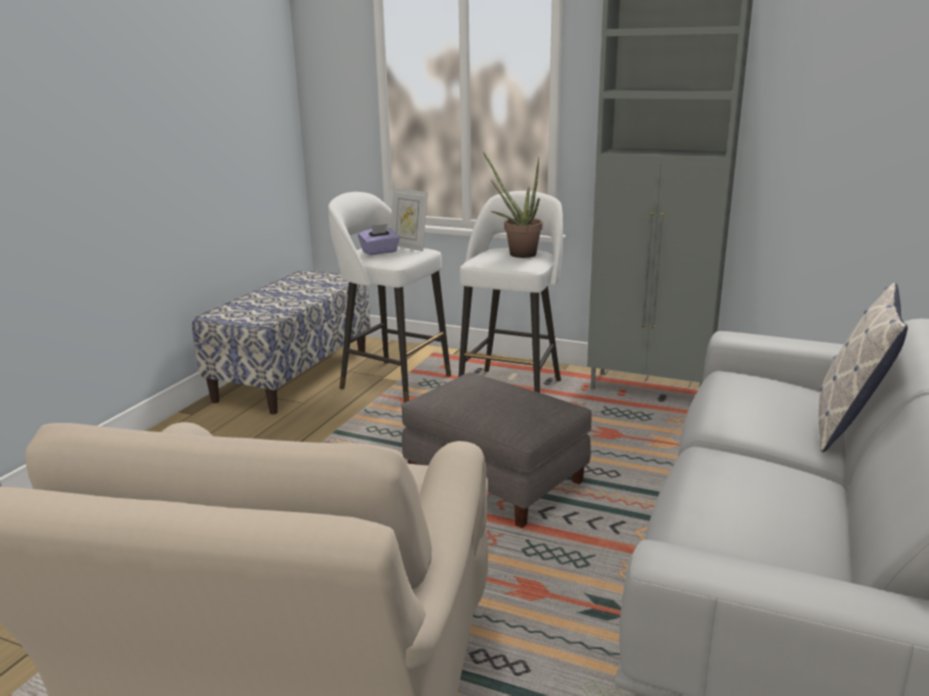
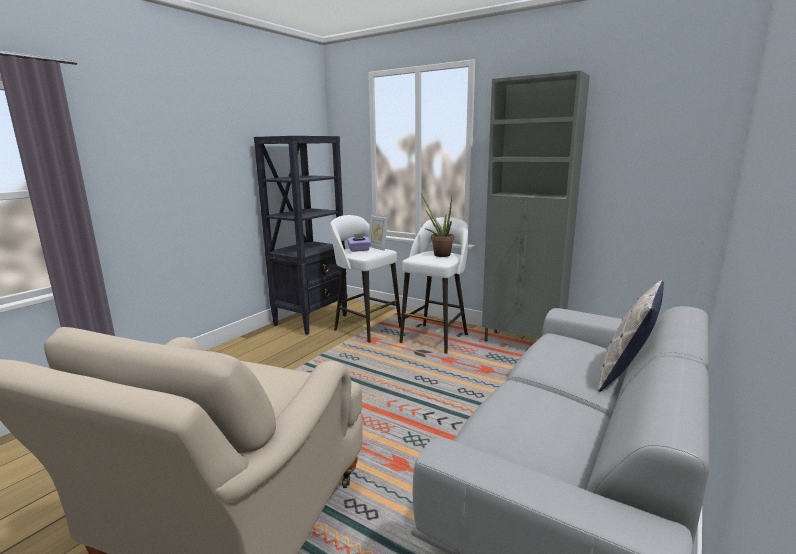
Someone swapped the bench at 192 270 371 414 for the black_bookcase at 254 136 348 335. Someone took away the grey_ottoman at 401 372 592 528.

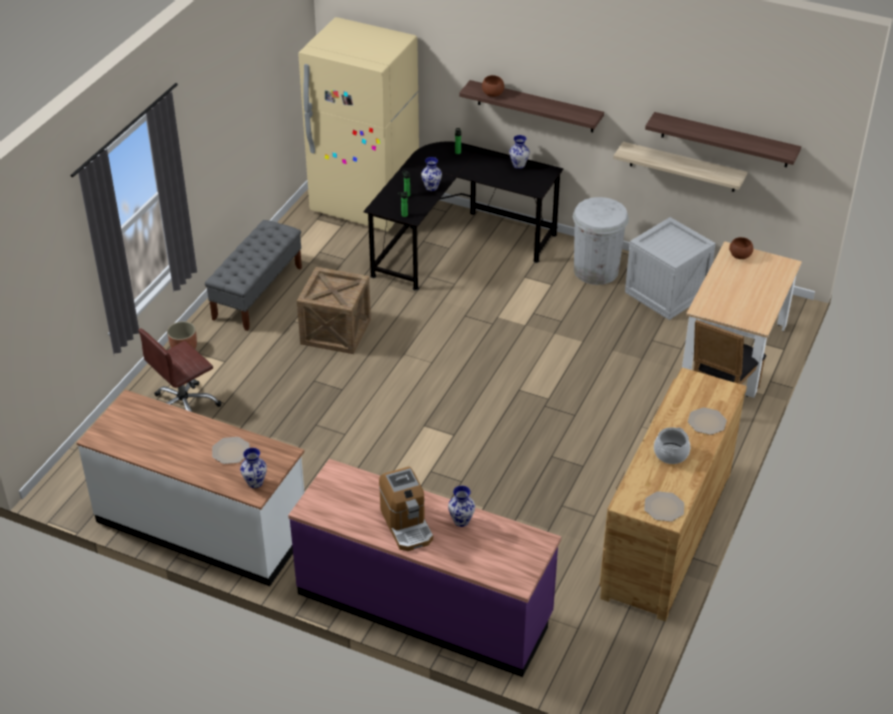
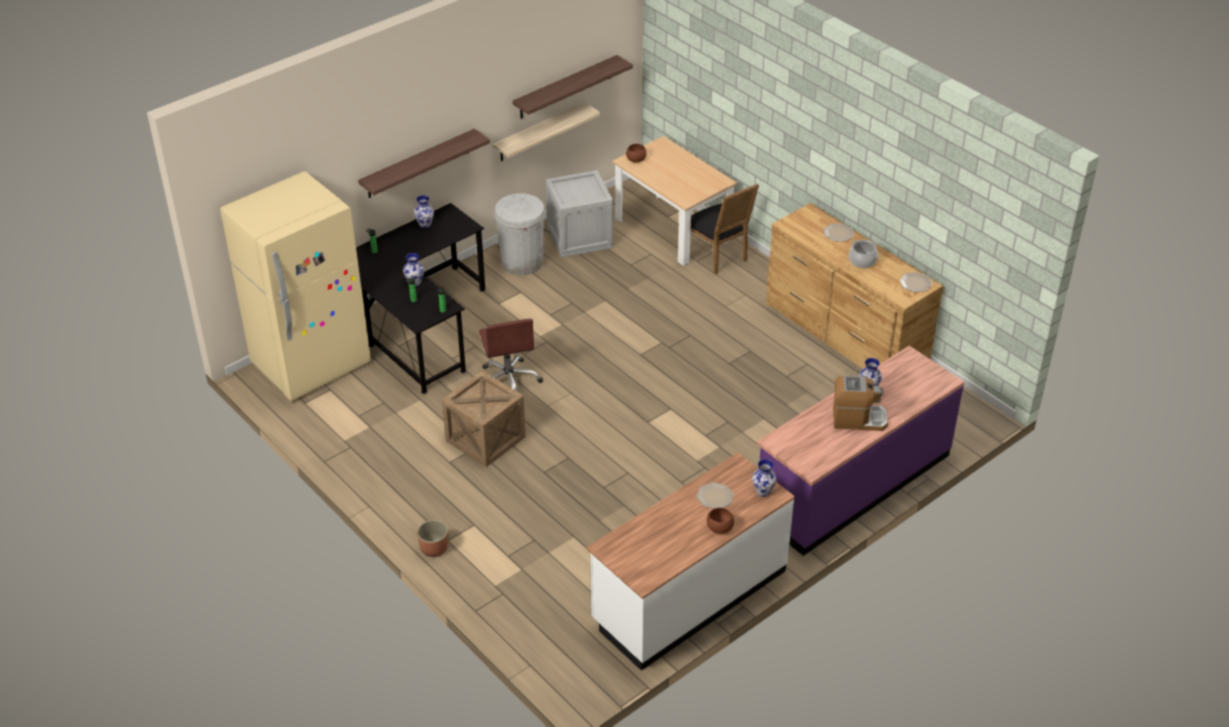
Someone carried the brown_office_chair from 138 328 221 412 to 479 319 543 391. Someone took away the grey_bench at 205 220 302 331. Someone carried the brown_bowl from 482 75 504 97 to 707 508 734 534.

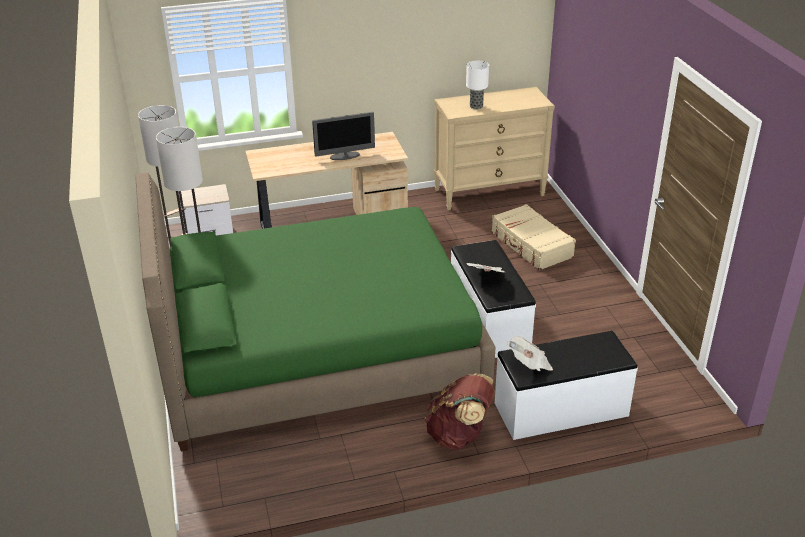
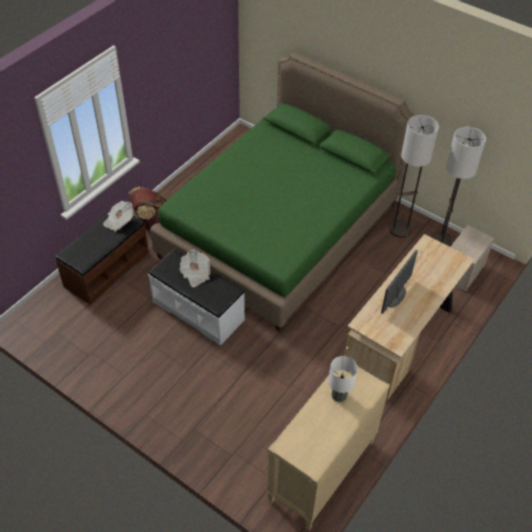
Someone took away the beige_suitcase at 491 204 576 270. Someone repainted the white_bench at 495 331 638 440, which became the brown_bench at 55 213 149 305.

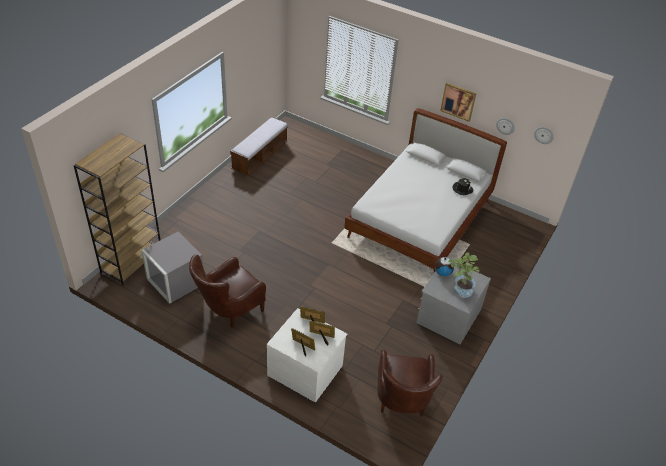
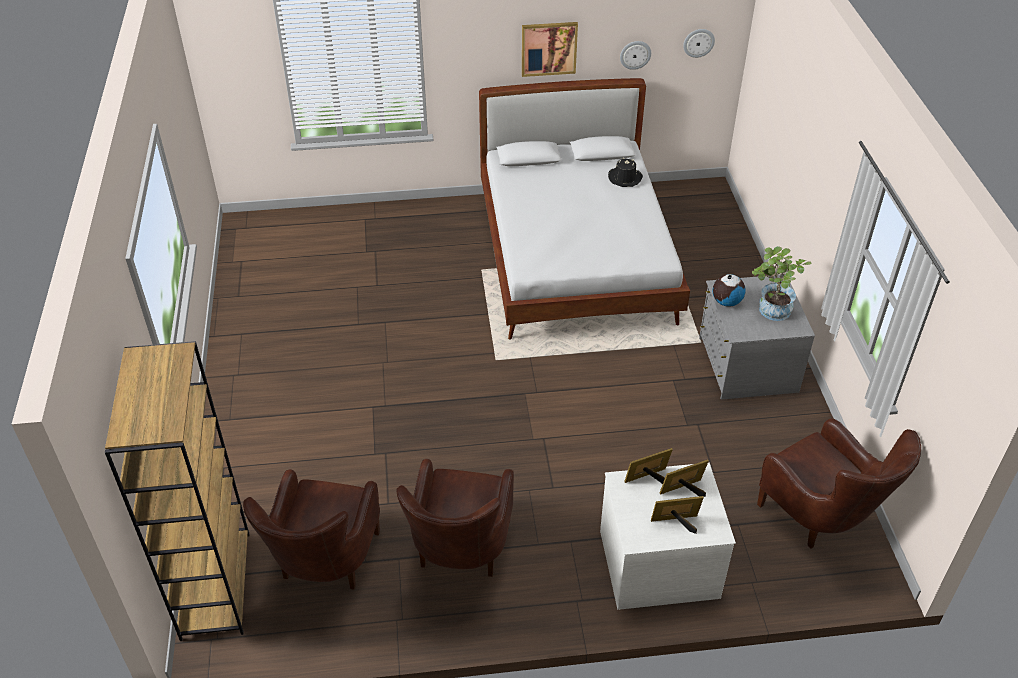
Someone swapped the grey_storage_box at 141 232 203 304 for the brown_armchair at 243 469 380 590. Someone took away the bench at 230 117 288 176.

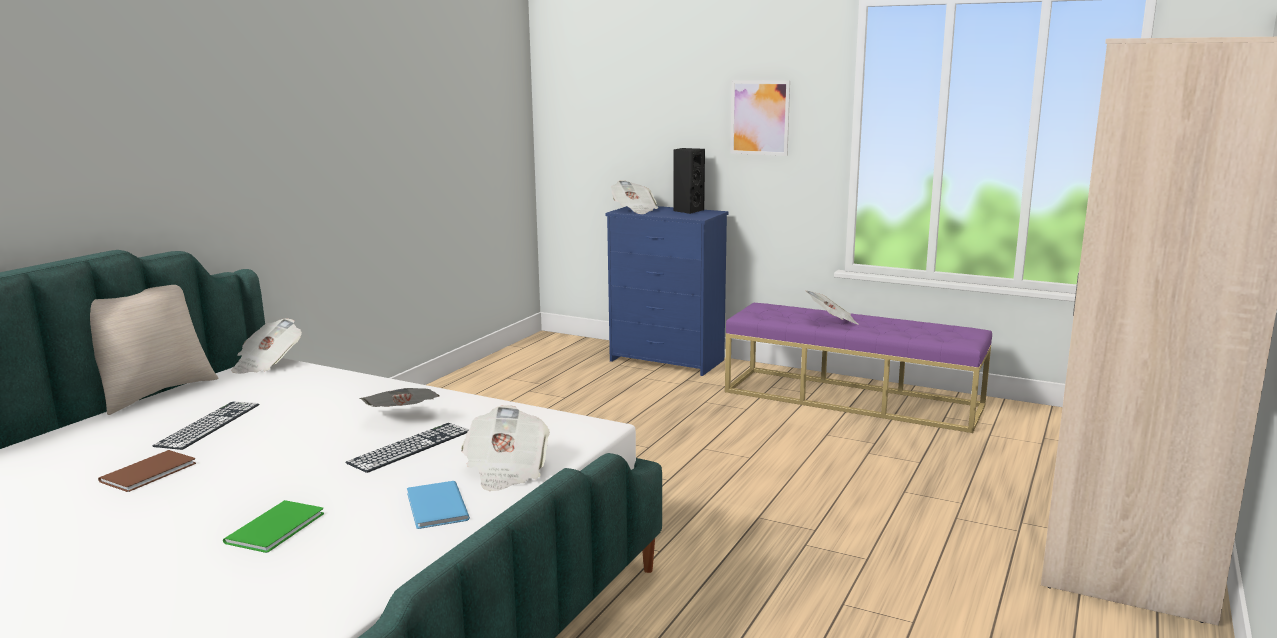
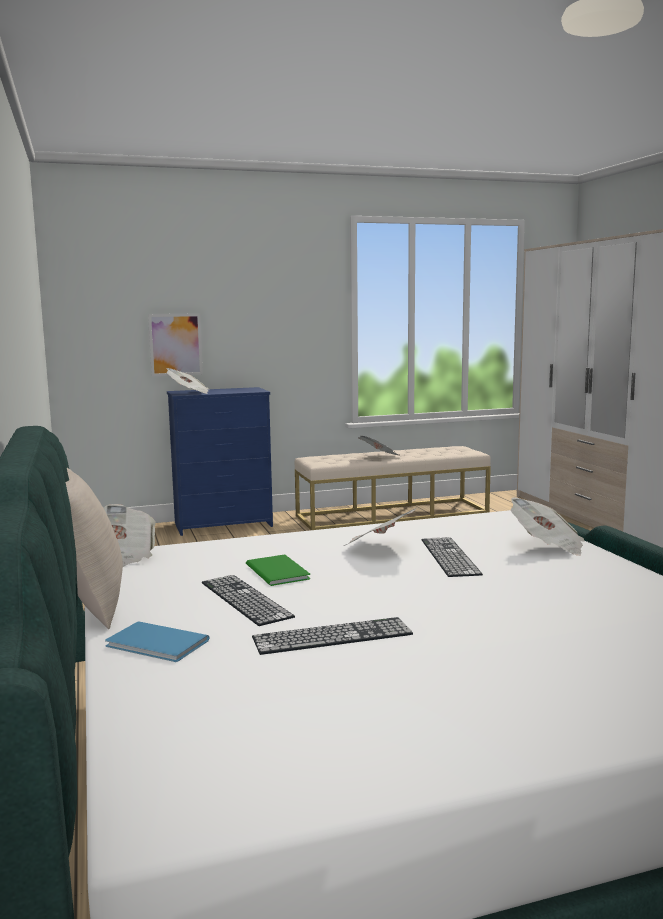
Someone swapped the brown_book at 98 450 196 492 for the keyboard at 252 617 413 655. Someone carried the green_book from 223 500 324 553 to 246 555 310 586. Someone carried the blue_book from 407 481 470 529 to 105 621 210 662. Someone took away the black_speaker at 673 148 705 214. Someone repainted the purple_bench at 725 303 992 433, which became the beige_bench at 295 446 491 530. Someone carried the picture from 730 80 790 156 to 148 313 203 376.

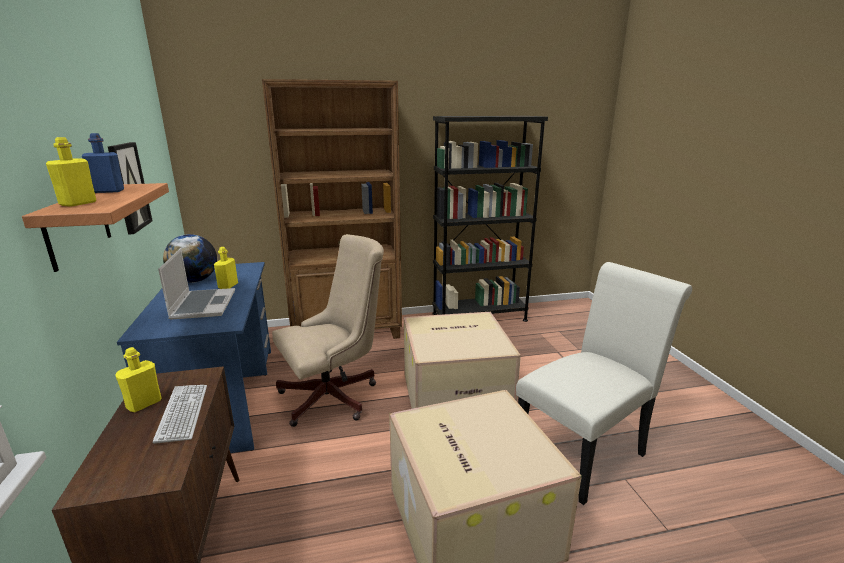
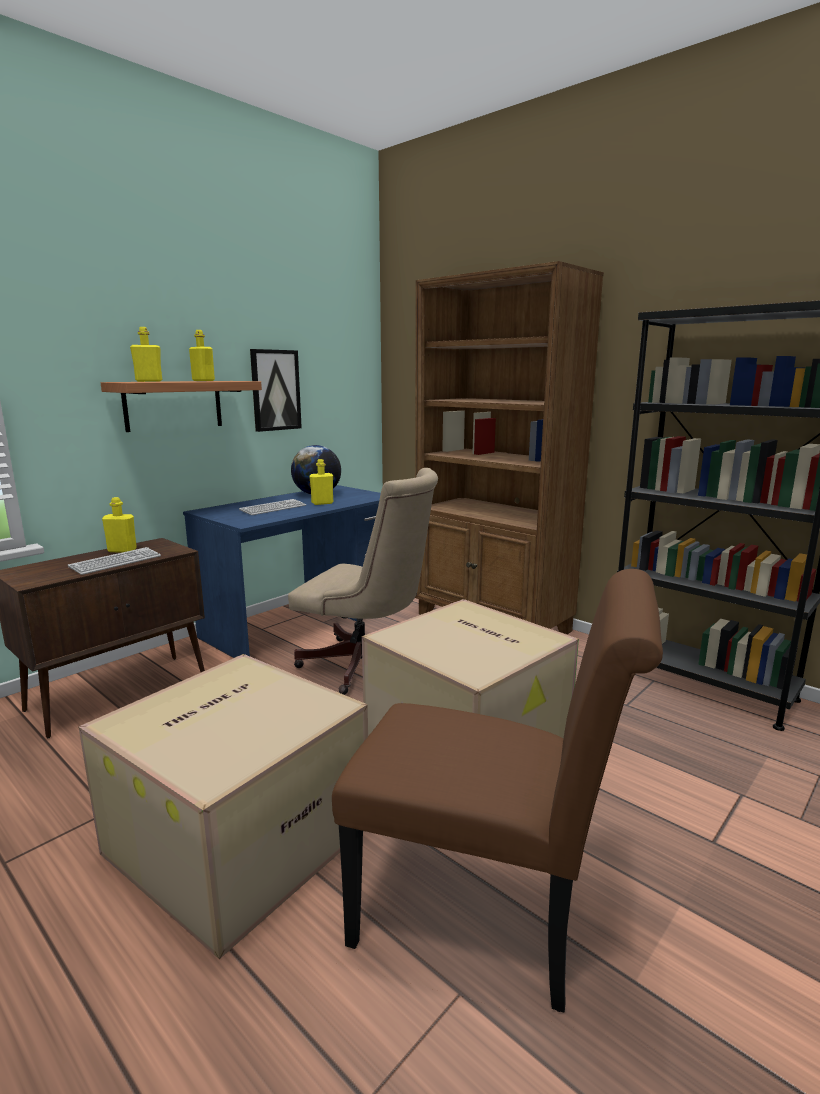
Someone repainted the blue_bottle at 82 133 124 193, which became the yellow_bottle at 189 330 215 381. Someone swapped the laptop at 158 249 235 320 for the keyboard at 239 499 306 515. Someone repainted the white_chair at 516 262 692 505, which became the brown_chair at 332 569 663 1012.

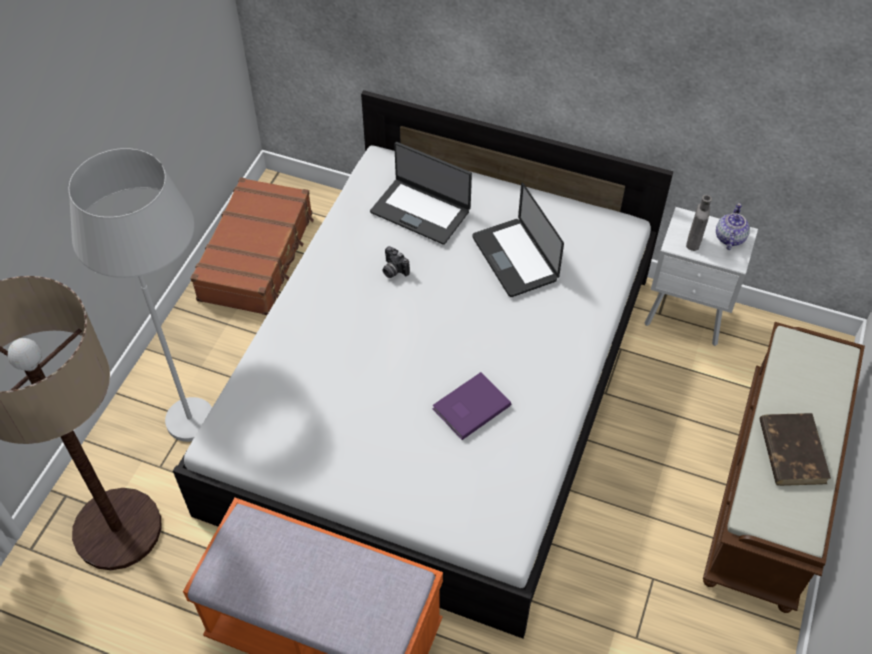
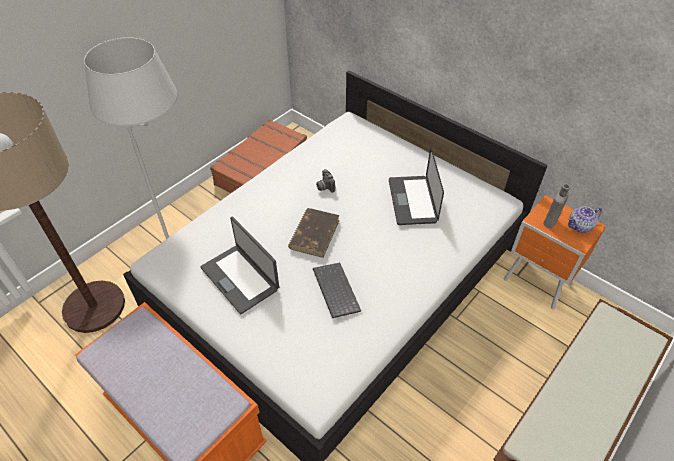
Someone carried the laptop from 370 142 472 245 to 200 216 279 314. Someone swapped the purple_book at 432 372 511 440 for the keyboard at 313 263 361 318. Someone repainted the white_nightstand at 645 207 758 346, which became the orange_nightstand at 504 195 606 309. Someone rotated the teapot at 716 203 750 250 by 150 degrees counterclockwise. Someone carried the brown_book from 759 413 831 486 to 288 208 340 258.

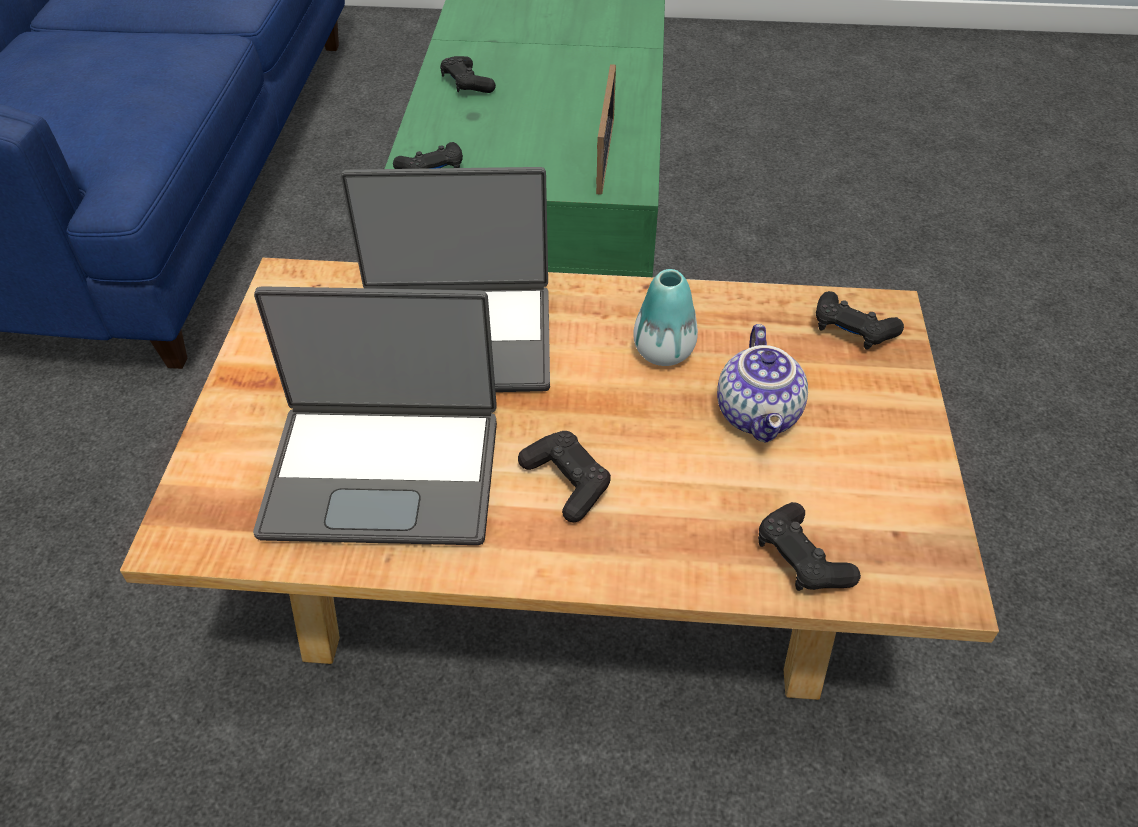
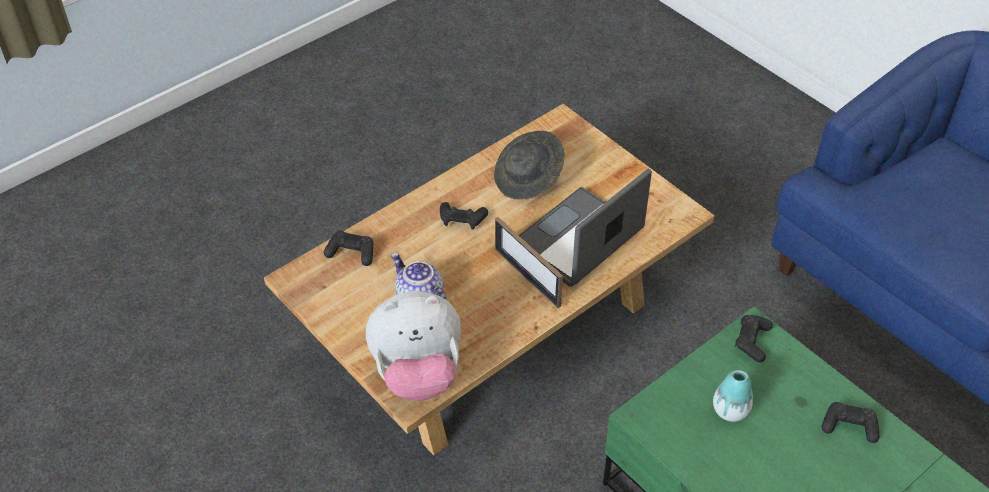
Someone swapped the laptop at 253 286 497 545 for the grey_hat at 494 131 565 200. Someone carried the picture_frame from 596 64 616 195 to 495 217 563 308. Someone carried the vase from 633 269 698 366 to 713 370 753 422. Someone swapped the black_game_controller at 816 291 904 350 for the plush_toy at 366 291 461 401.

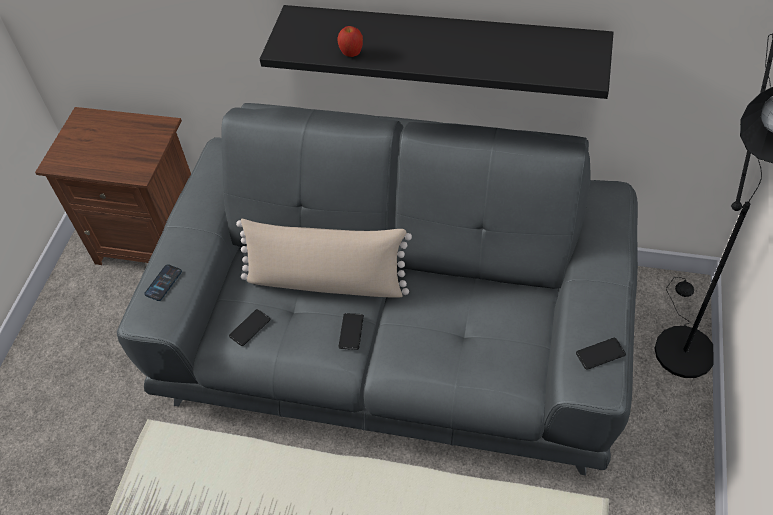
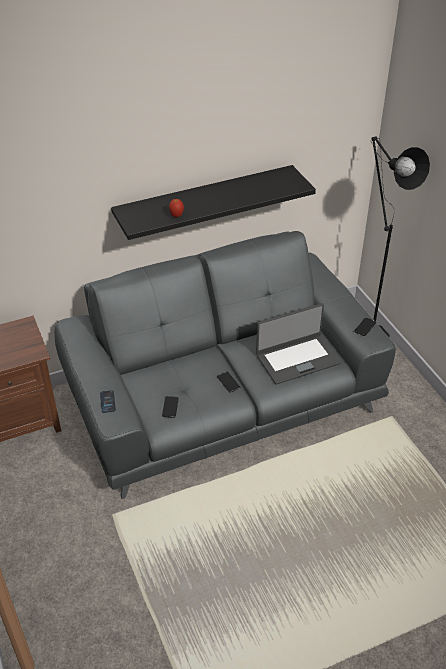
Someone took away the beige_pillow at 236 219 412 298. Someone put down the laptop at 256 303 341 385.

